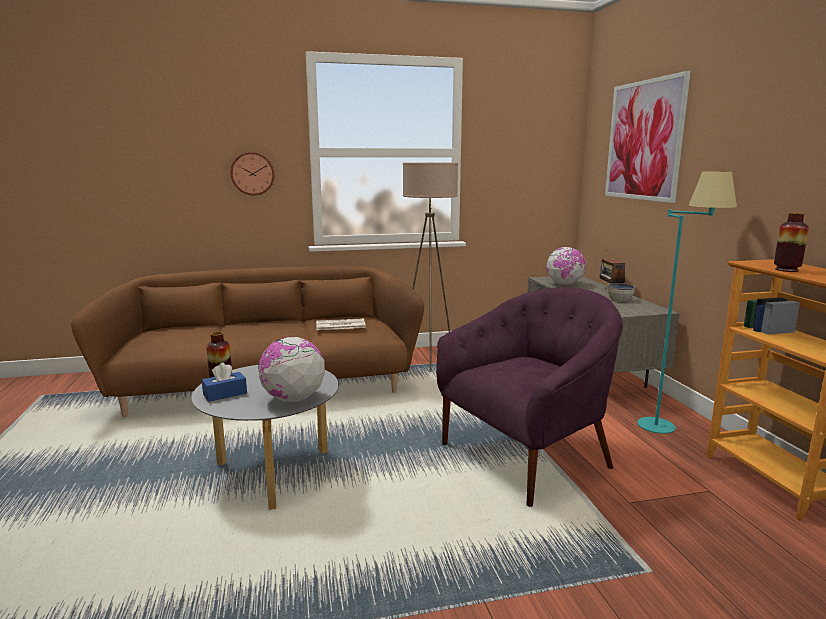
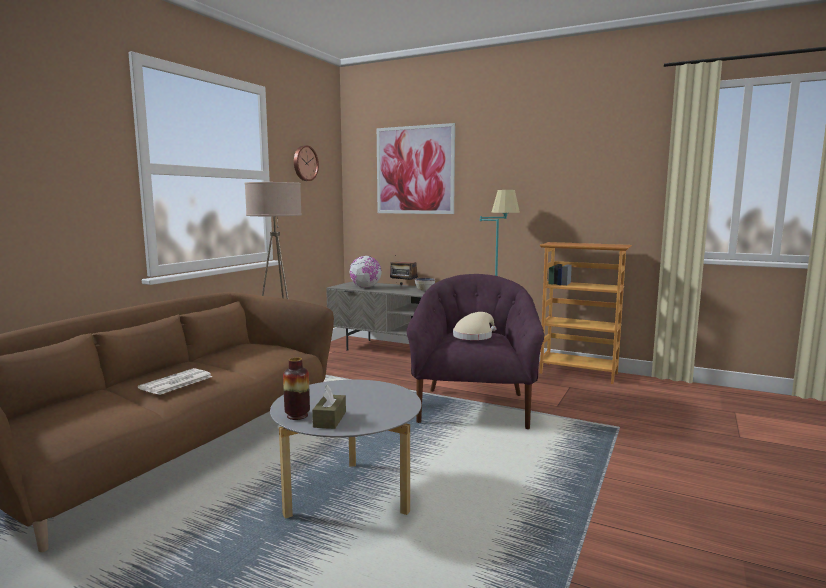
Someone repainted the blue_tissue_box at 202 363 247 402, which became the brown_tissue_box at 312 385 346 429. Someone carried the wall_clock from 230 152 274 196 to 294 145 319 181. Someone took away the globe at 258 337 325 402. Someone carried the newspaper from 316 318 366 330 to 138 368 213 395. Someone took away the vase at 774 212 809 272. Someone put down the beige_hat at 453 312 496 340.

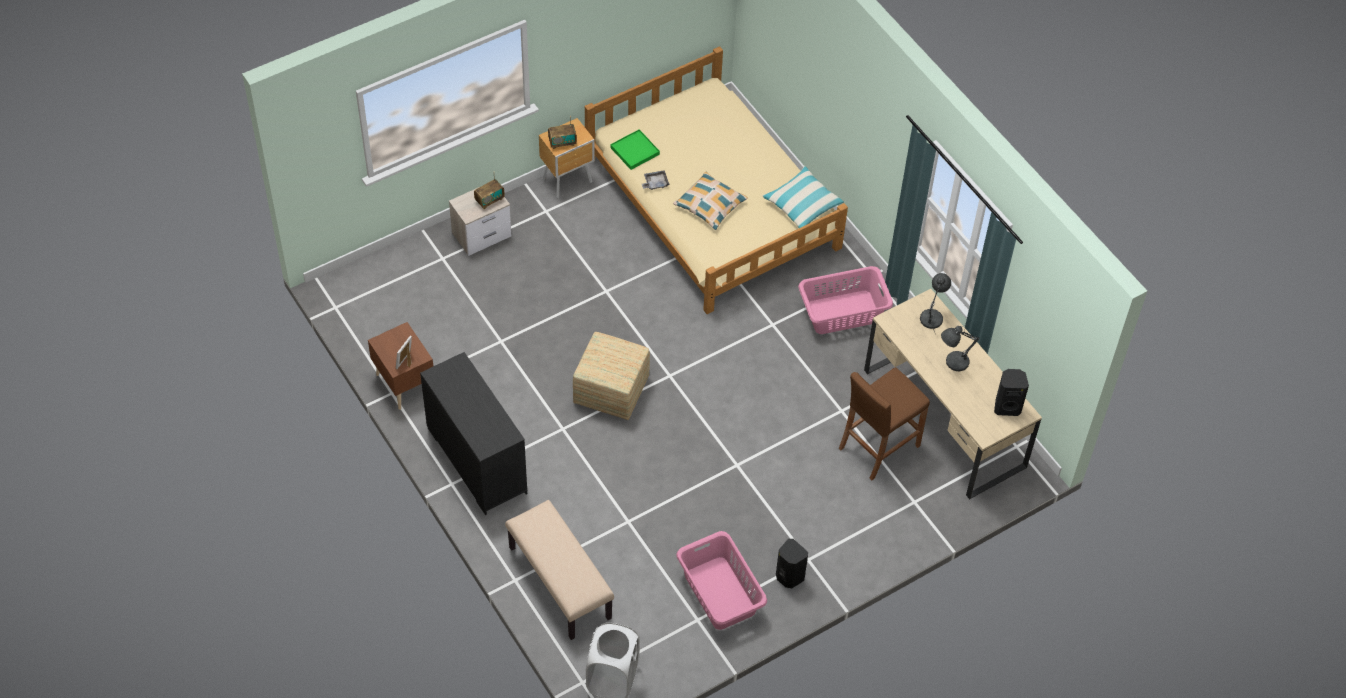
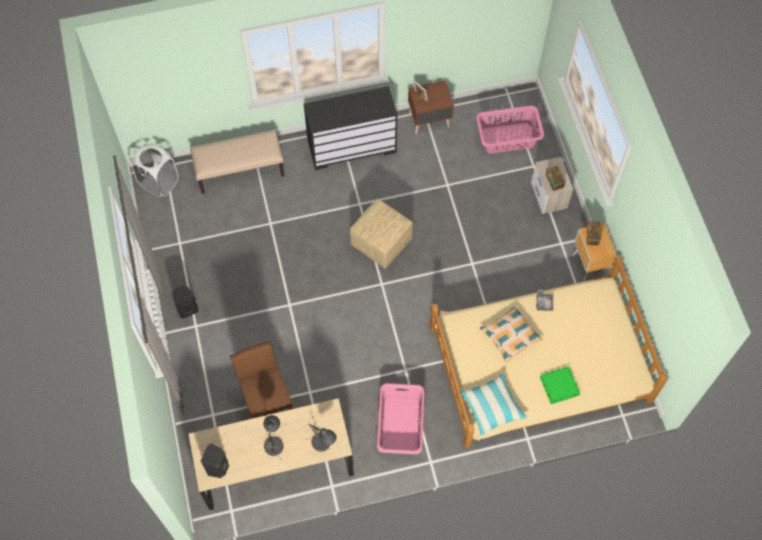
Someone carried the green_tray from 610 129 660 170 to 540 366 580 404. Someone carried the pink_laundry_basket from 676 531 767 630 to 476 106 544 154.

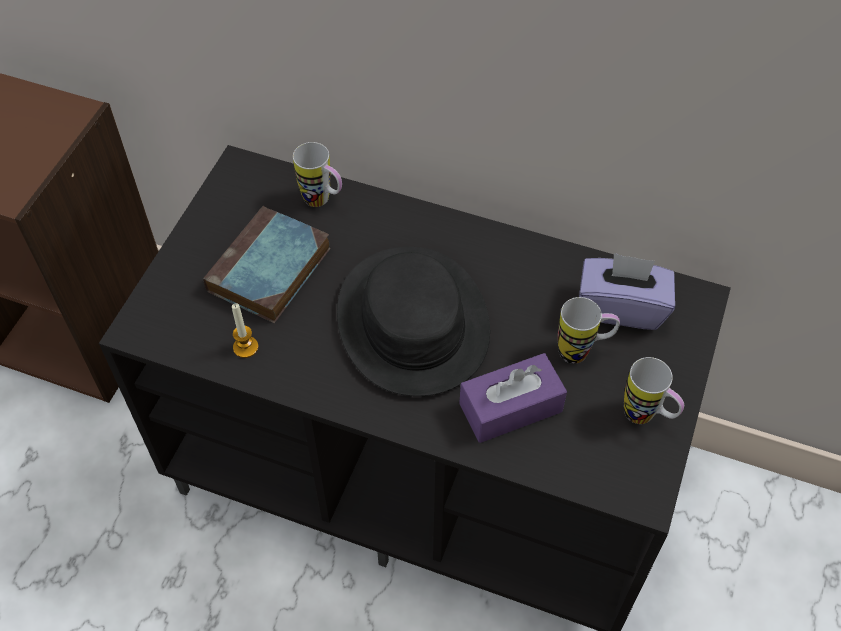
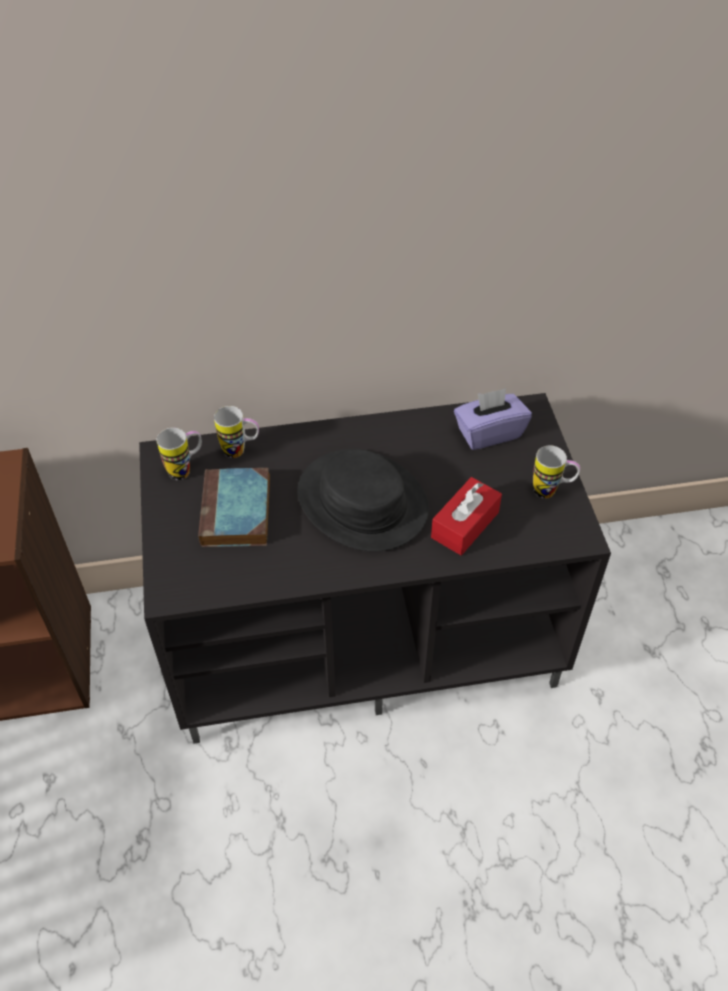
Someone took away the candle at 232 303 258 358. Someone repainted the purple_tissue_box at 459 353 567 443, which became the red_tissue_box at 431 477 502 555. Someone carried the mug from 558 297 620 364 to 156 428 202 480.

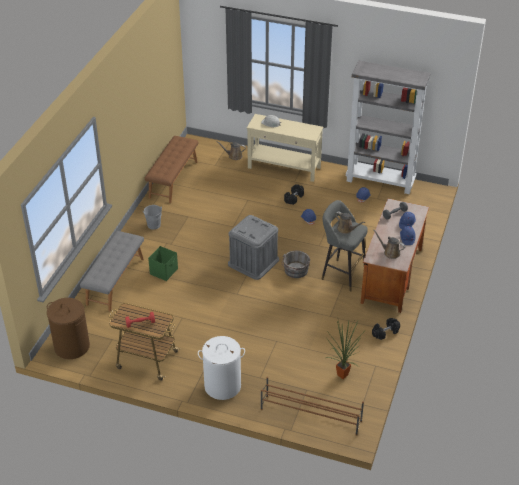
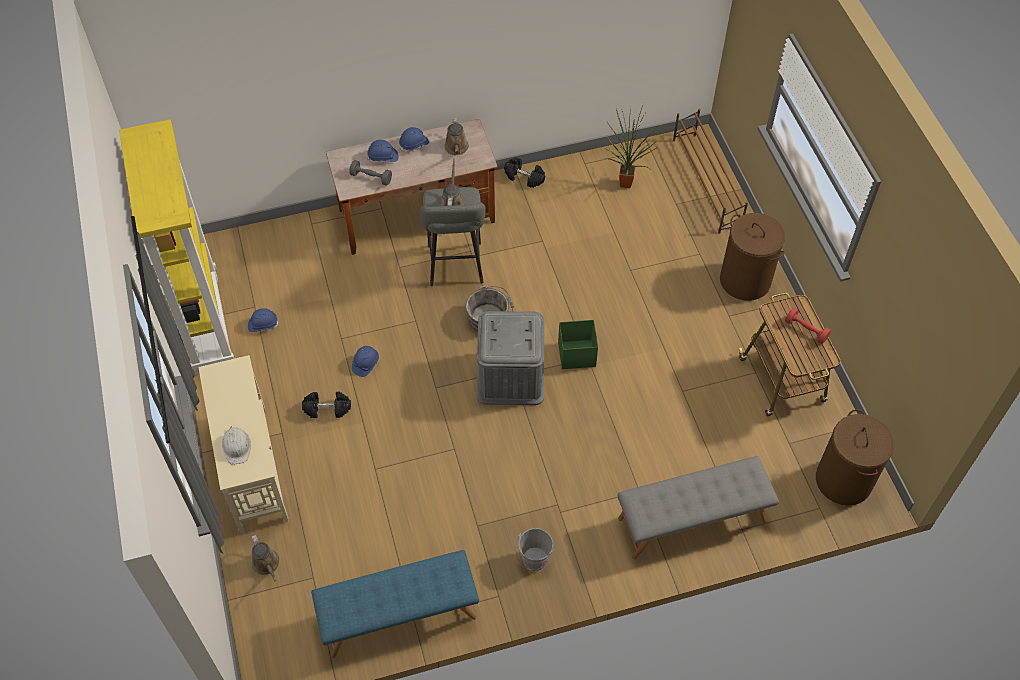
Someone repainted the brown_bench at 145 136 199 203, which became the blue_bench at 311 550 479 659. Someone carried the green_storage_box from 148 246 178 281 to 558 320 598 369. Someone repainted the white_laundry_basket at 198 336 245 400, which became the brown_laundry_basket at 720 213 785 301. Someone repainted the grey_bookcase at 346 61 431 194, which became the yellow_bookcase at 119 119 234 375.

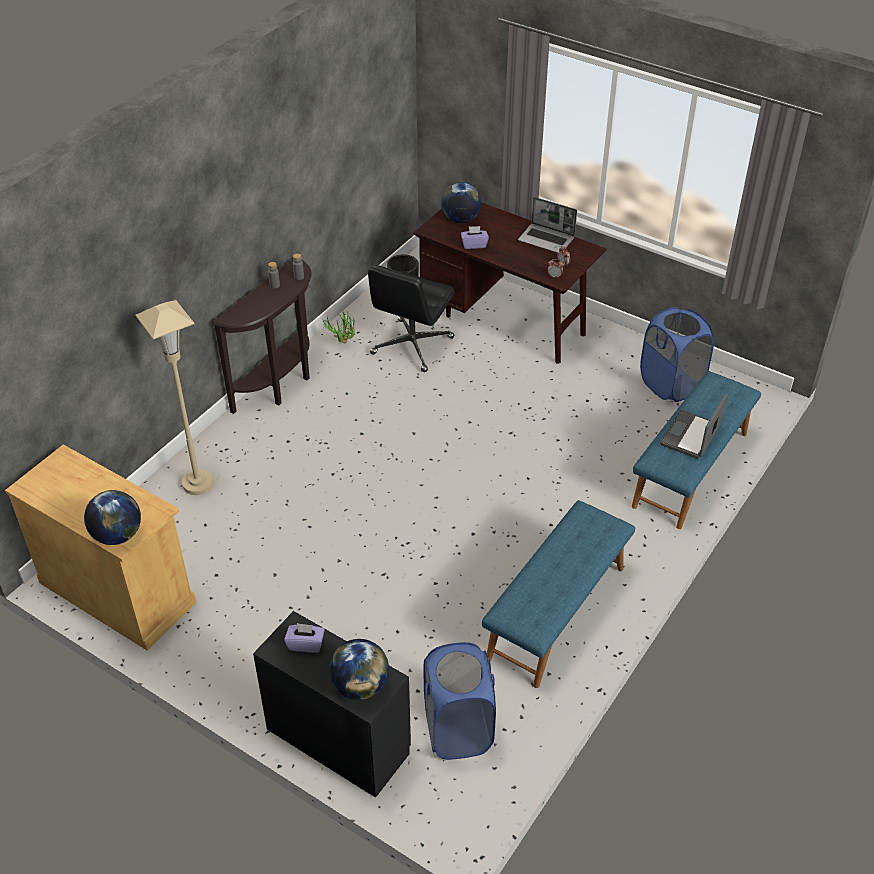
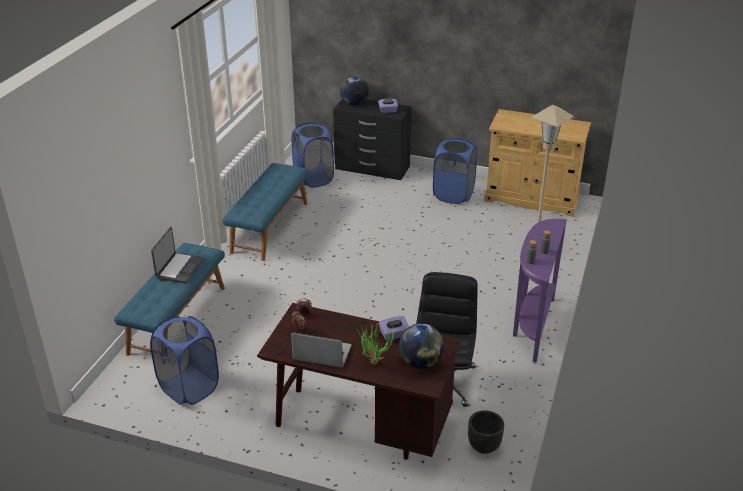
Someone took away the globe at 84 490 141 545. Someone repainted the brown_console_table at 213 259 311 414, which became the purple_console_table at 513 219 567 363. Someone carried the potted_plant from 322 310 355 343 to 357 321 396 365. Someone put down the blue_laundry_basket at 433 138 477 204.

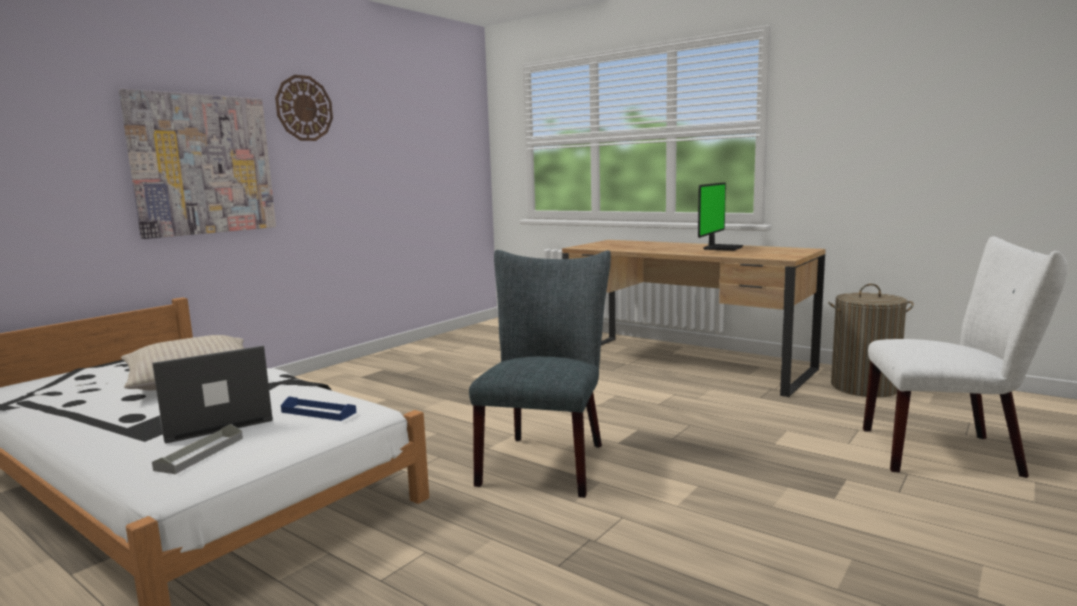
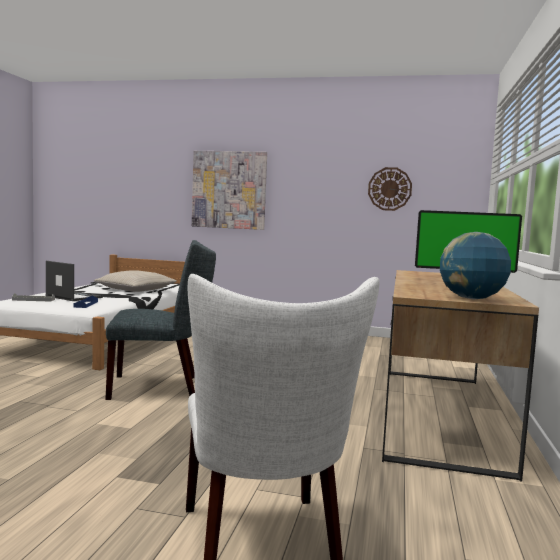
Someone carried the wall_clock from 275 75 333 141 to 368 167 412 211. Someone took away the laundry_basket at 828 284 914 397. Someone put down the globe at 440 232 511 300.

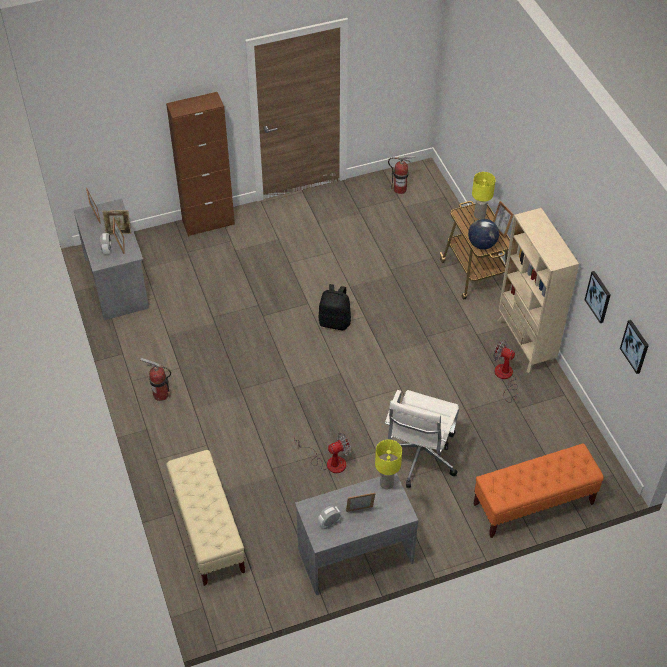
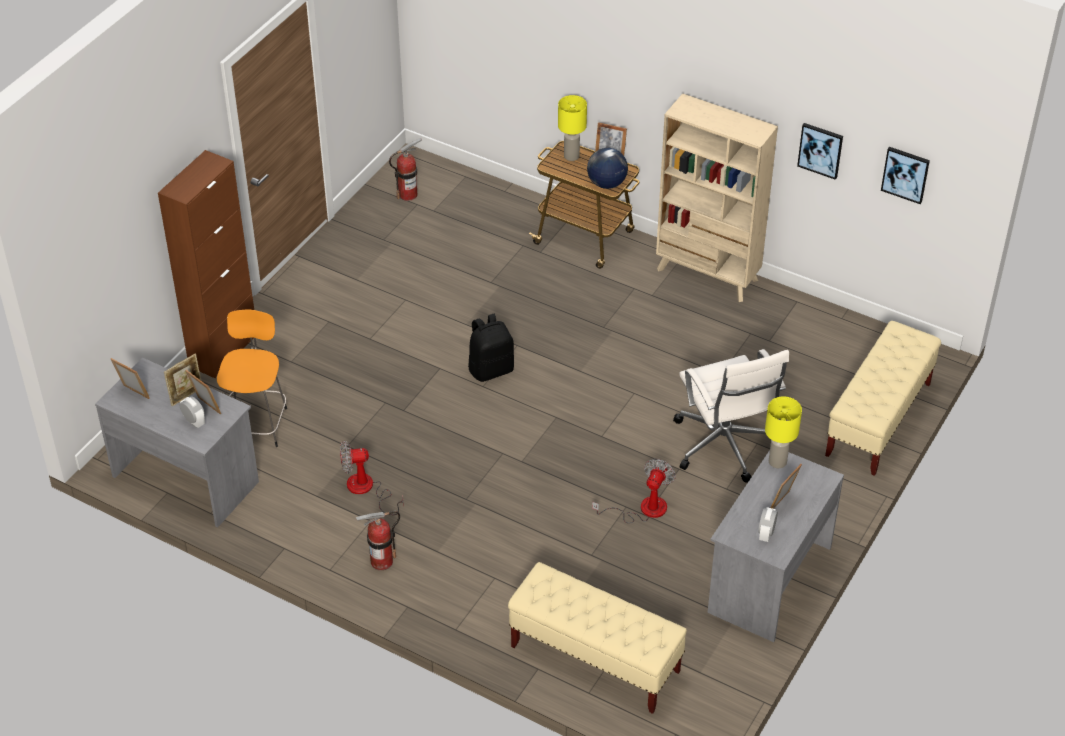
Someone repainted the orange_bench at 474 443 604 538, which became the beige_bench at 825 321 941 476. Someone carried the fan from 493 340 518 403 to 340 441 404 515. Someone put down the orange_stool at 217 310 287 447.

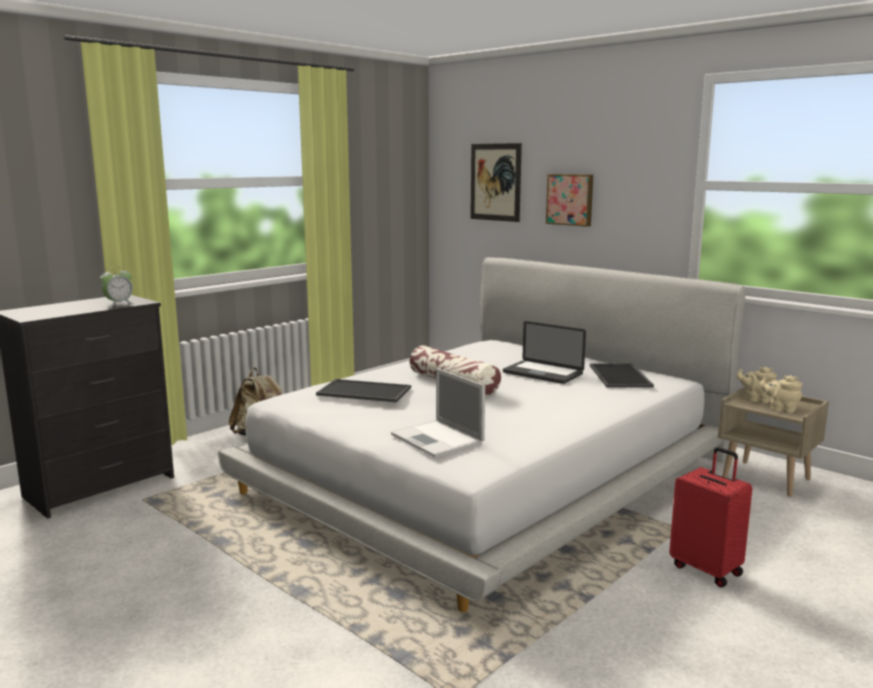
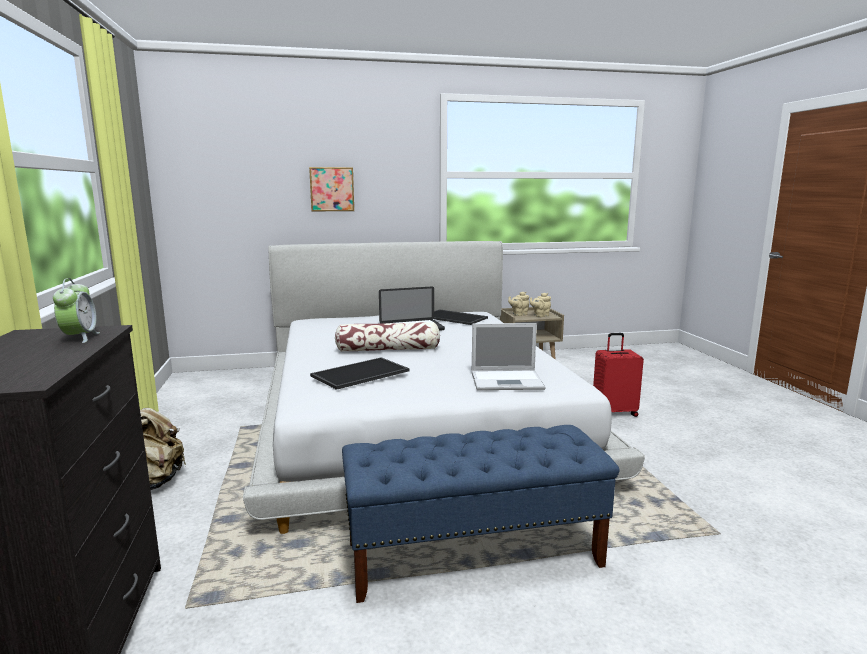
Someone took away the picture at 470 143 522 222. Someone put down the blue_bench at 342 425 620 603.

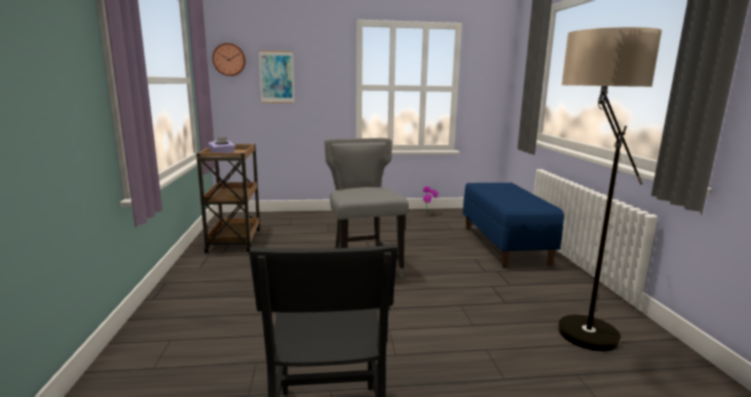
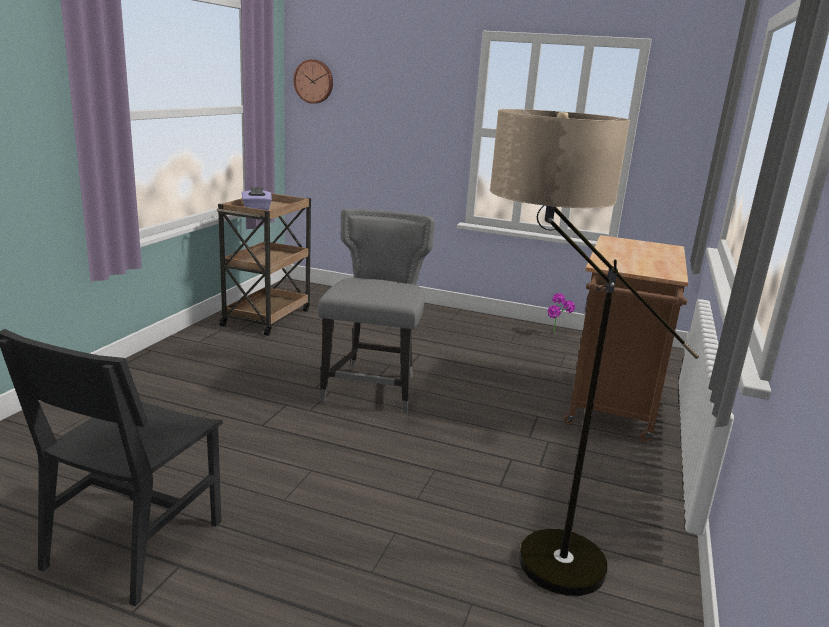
Someone took away the picture at 259 51 294 103. Someone swapped the blue_bench at 463 183 564 268 for the brown_cart at 564 235 688 441.

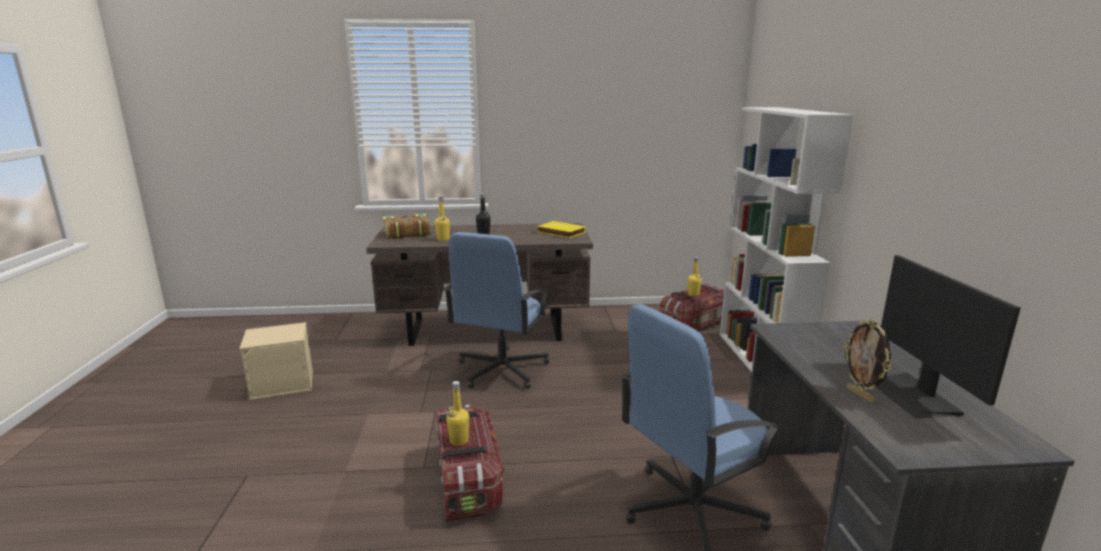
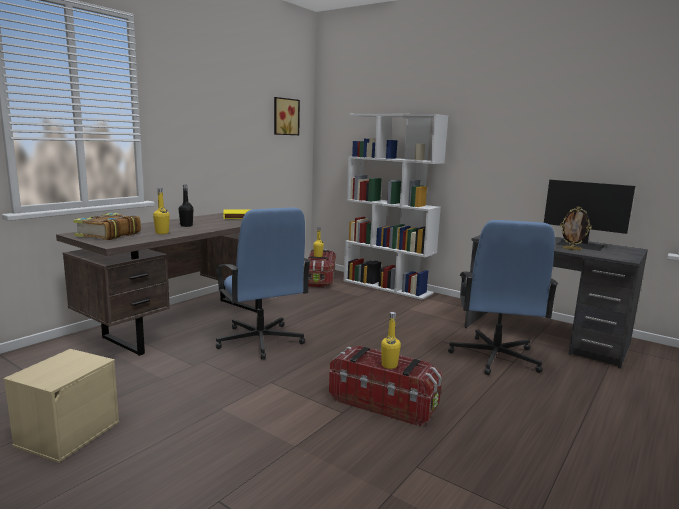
Someone put up the picture at 274 97 300 135.

